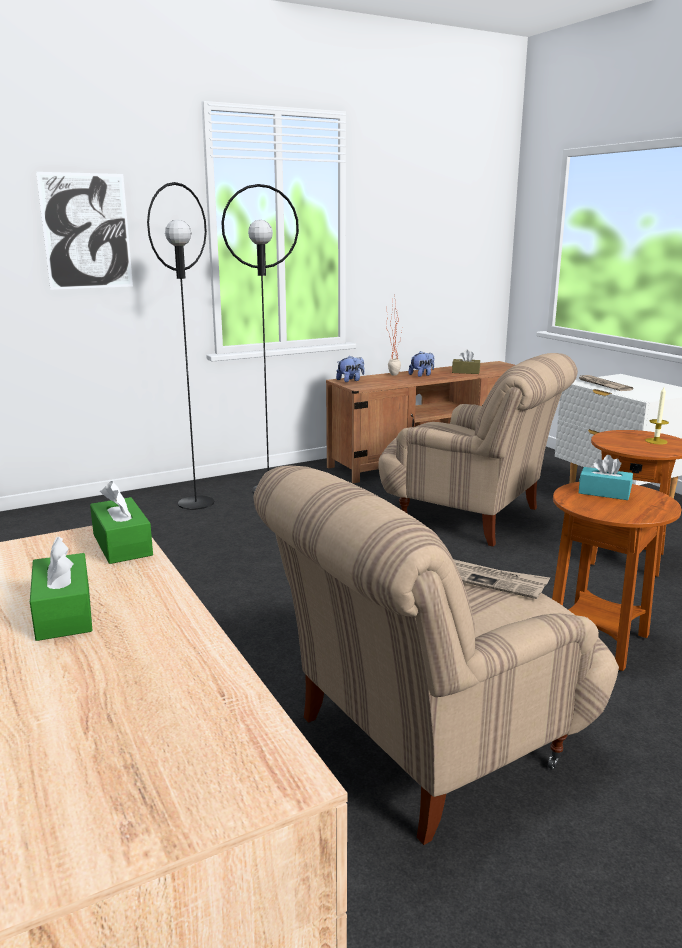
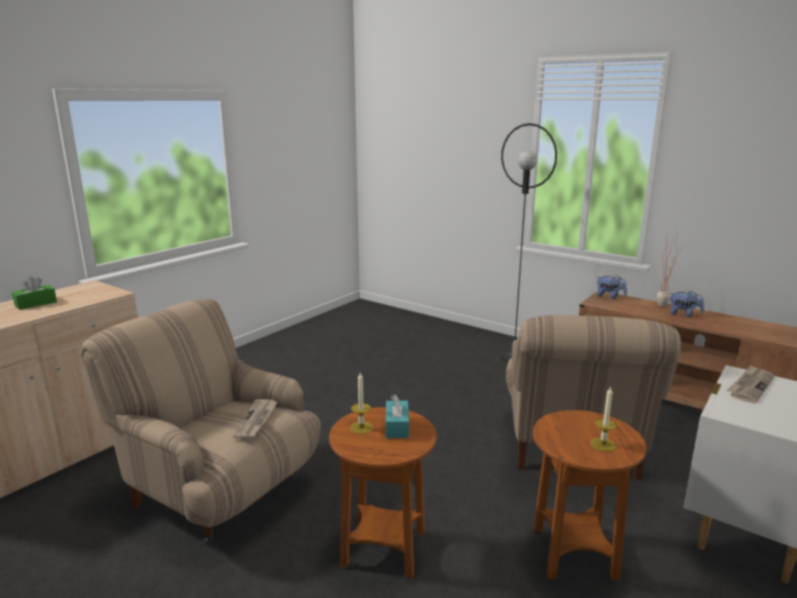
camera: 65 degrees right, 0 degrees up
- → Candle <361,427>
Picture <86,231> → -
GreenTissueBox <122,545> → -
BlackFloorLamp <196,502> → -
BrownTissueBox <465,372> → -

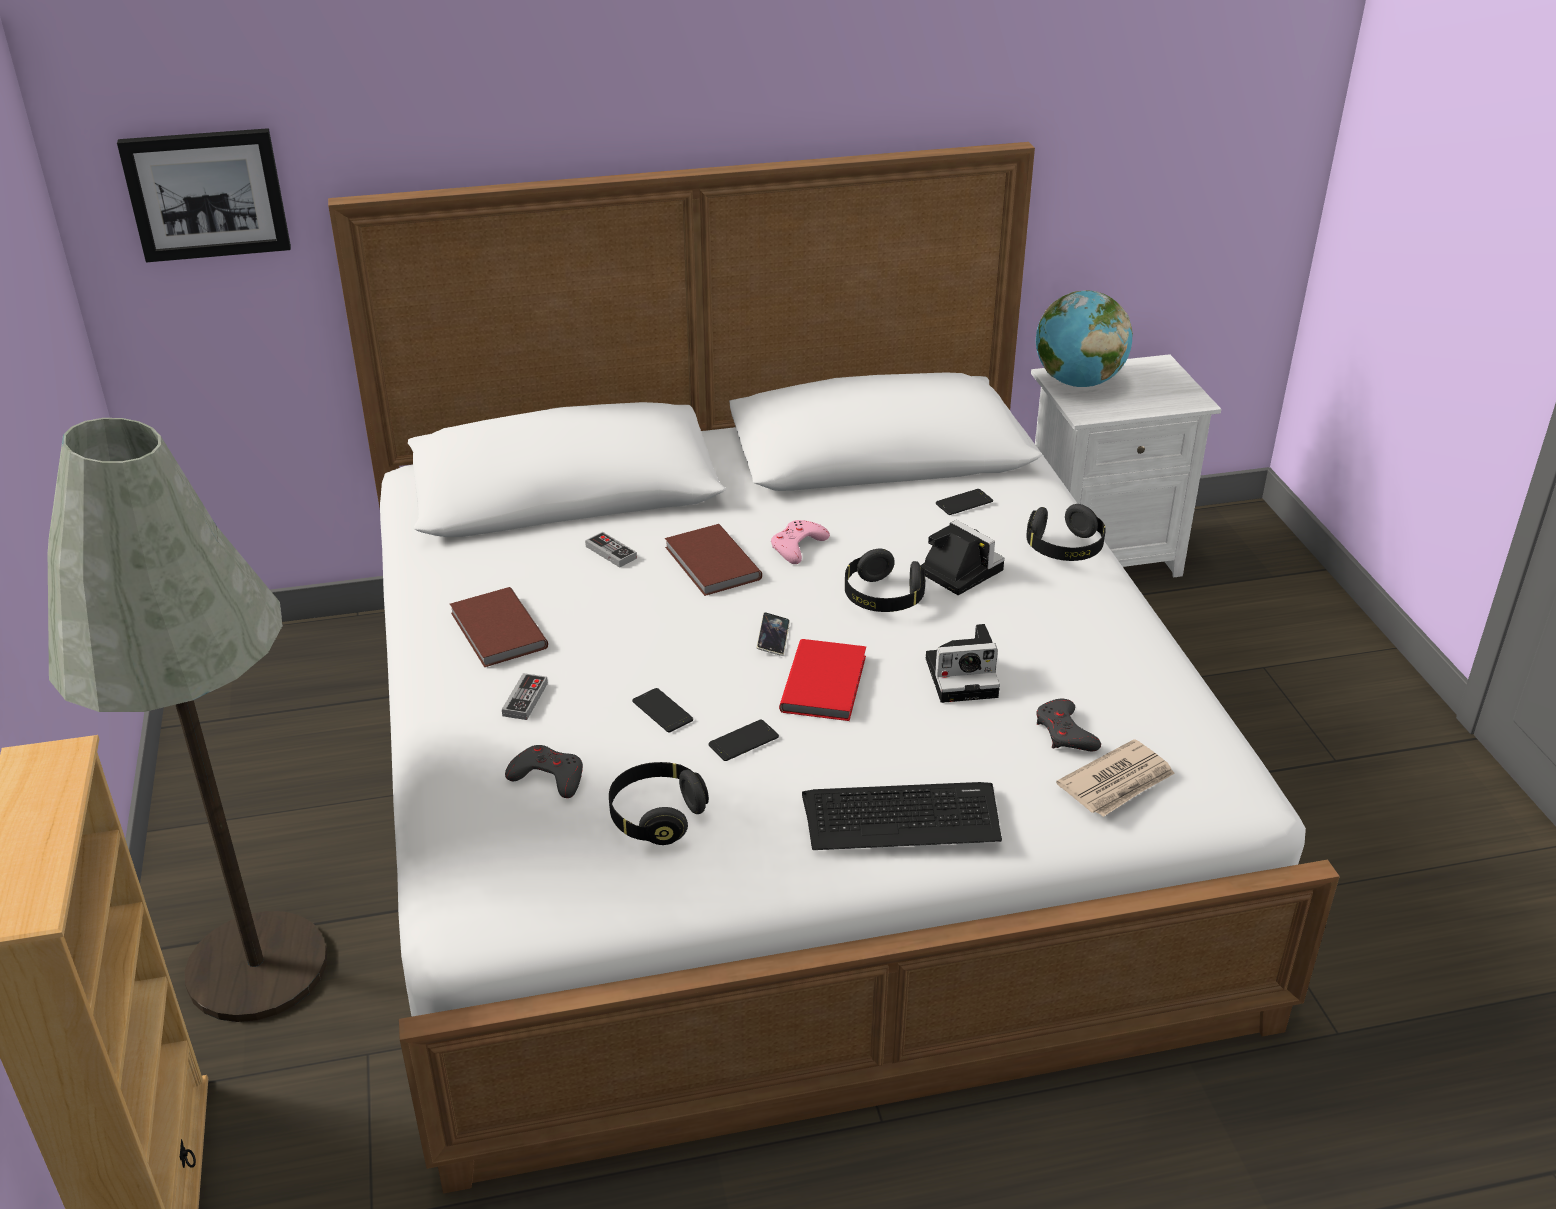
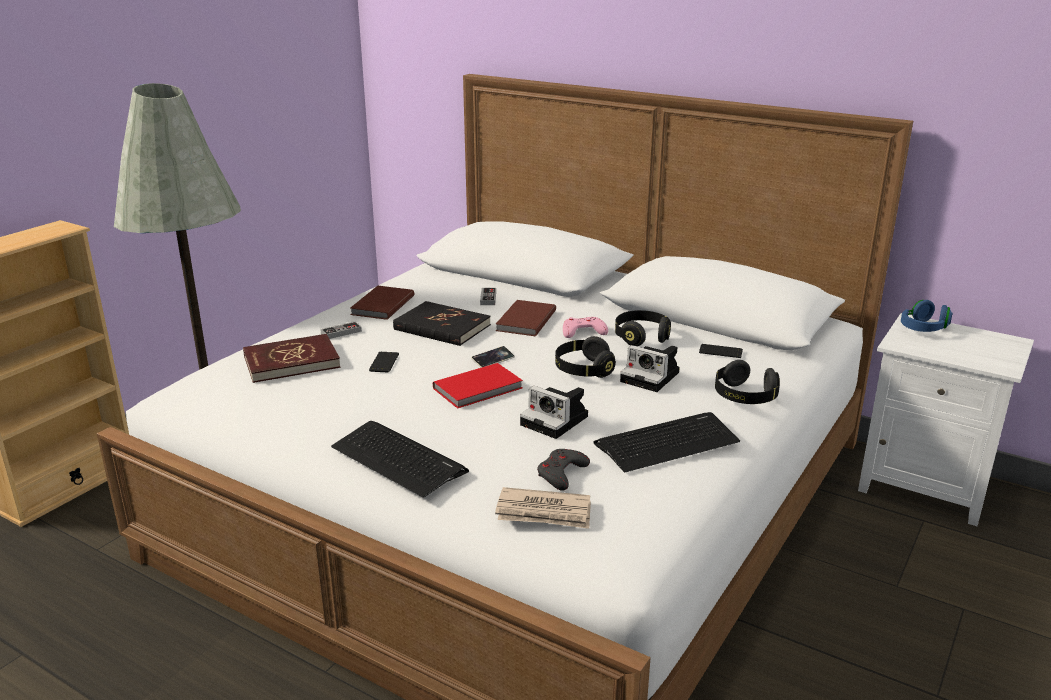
camera: 45 degrees right, 10 degrees down
GreyGameController <548,776> → RedBook <291,362>
- → BlackBook <442,327>
- → Keyboard <667,443>
BlackHeadphones <656,816> → BlackHeadphones <641,337>, relocated
PhotoCamera <958,570> → PhotoCamera <652,377>, 120 degrees clockwise
Globe <1077,382> → BlueHeadphones <923,329>
Picture <206,194> → -
Phone <743,741> → -

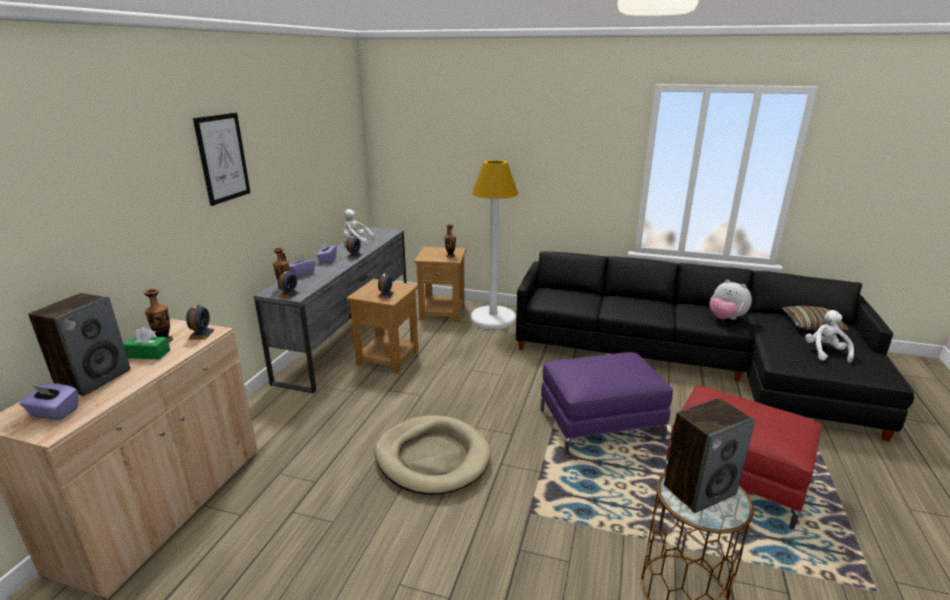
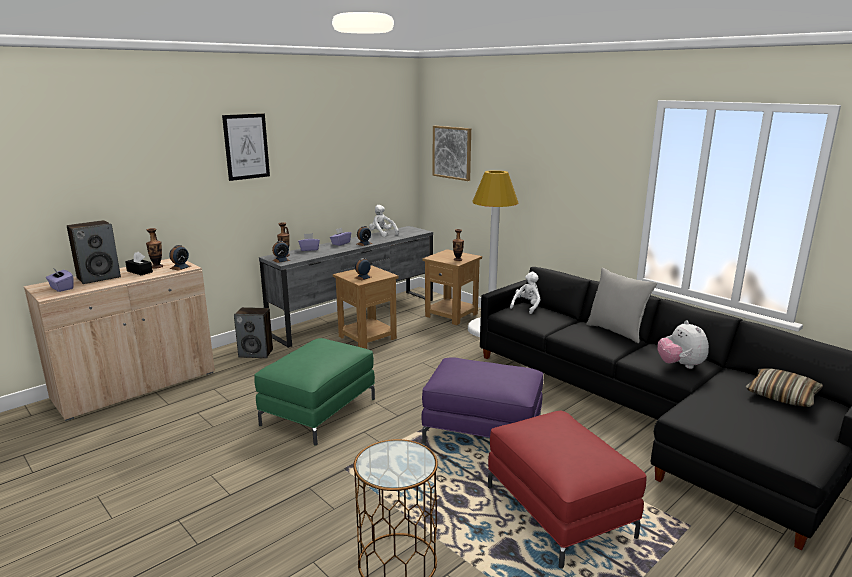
camera: 30 degrees right, 5 degrees down
GreenTissueBox <148,354> → BlackTissueBox <139,271>
Speaker <699,489> → Speaker <256,353>, relocated
BeigeDogBed <432,458> → GreenOttoman <319,411>
- → Picture <452,152>
WhitePlushToy <825,352> → WhitePlushToy <527,307>, relocated
- → GreyPillow <616,331>

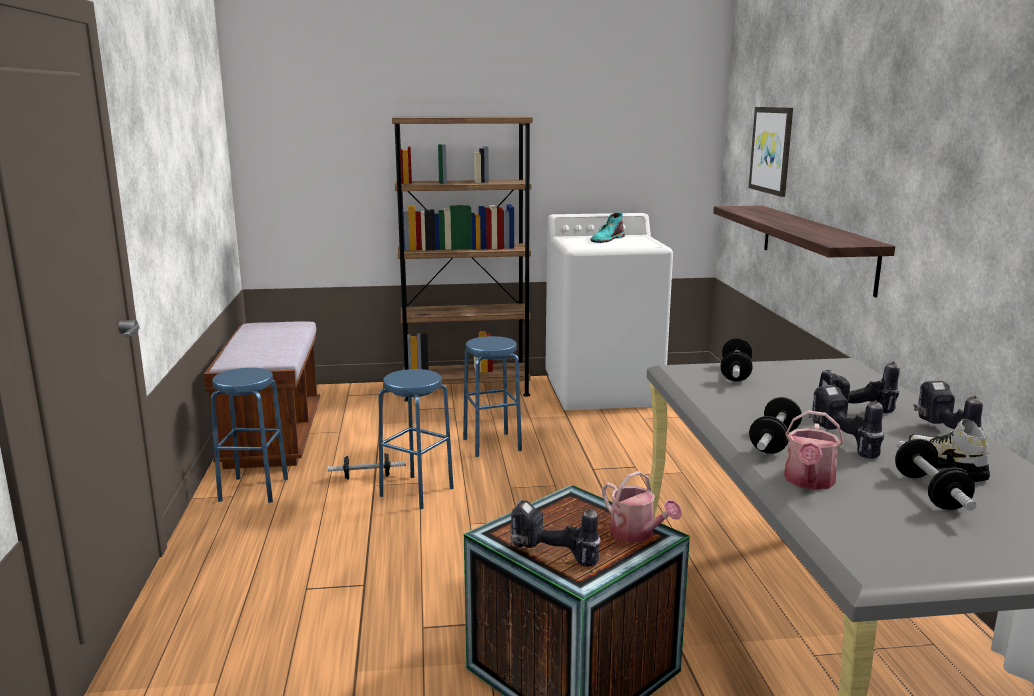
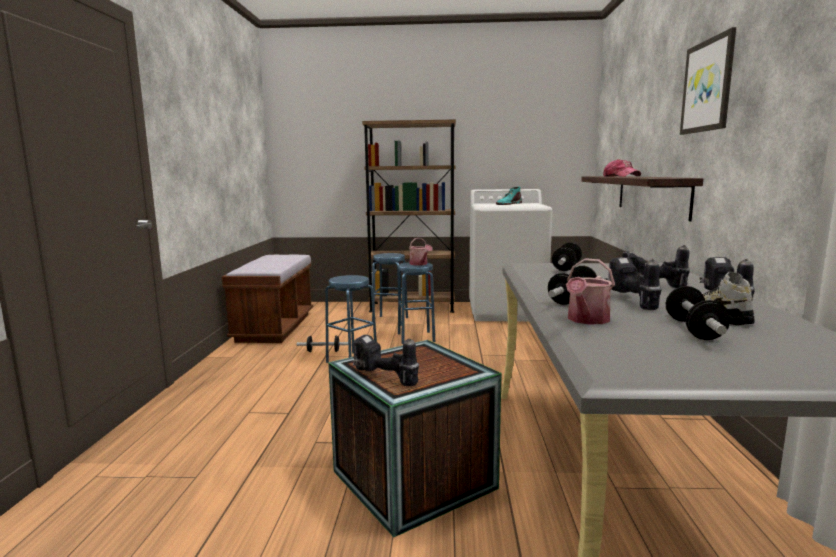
camera: 10 degrees right, 5 degrees down
BlueStool <254,489> → BlueStool <390,321>, relocated
WateringCan <636,534> → WateringCan <419,264>, relocated
- → Cap <621,176>
Picture <772,150> → Picture <708,86>, relocated

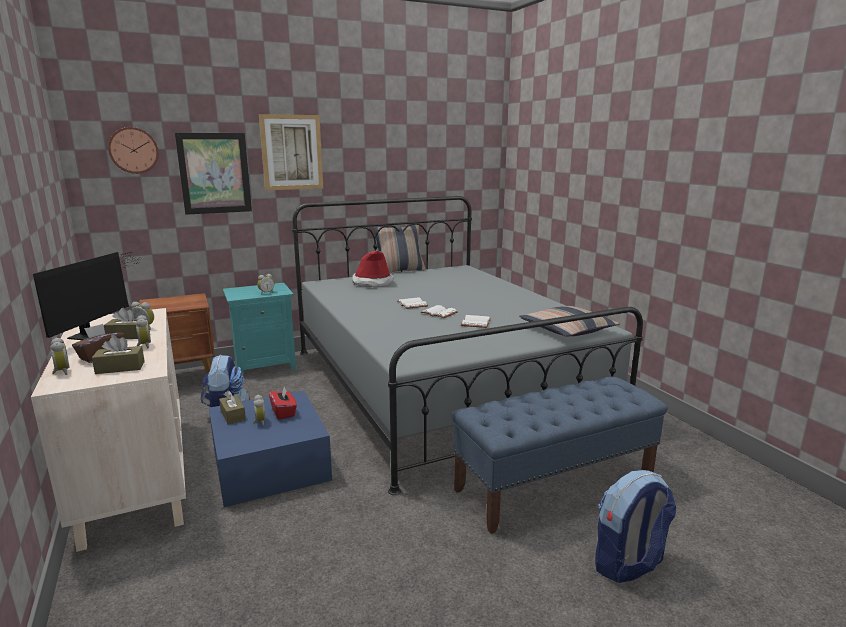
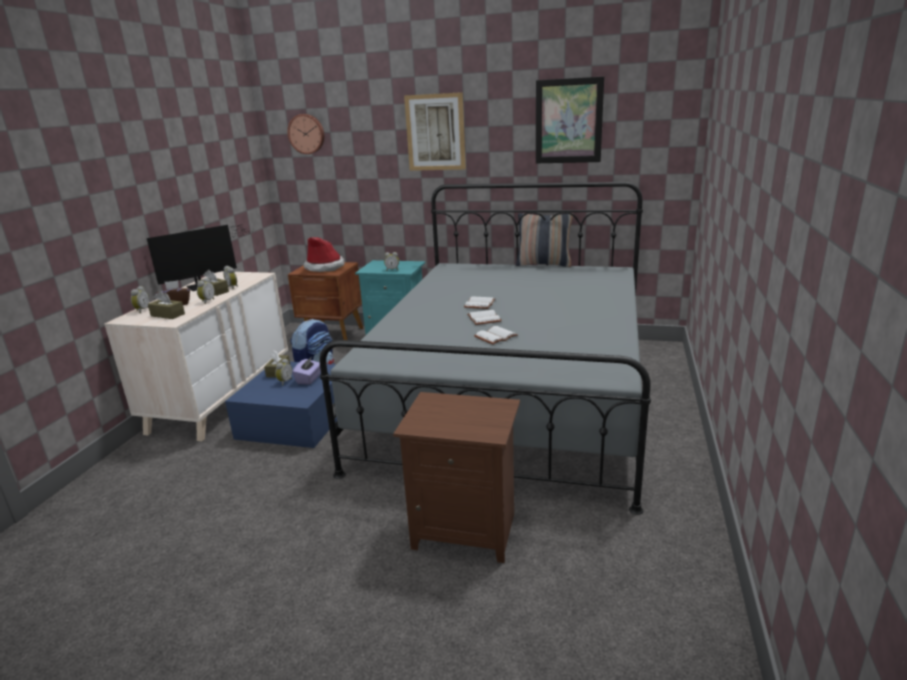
camera: 40 degrees right, 5 degrees up
RedTissueBox <283,412> → PurpleTissueBox <309,379>
Hat <372,283> → Hat <324,267>, relocated
BlueBench <554,485> → BrownNightstand <465,530>
Picture <214,173> → Picture <568,121>, relocated
Pillow <567,330> → -
Backpack <628,565> → -

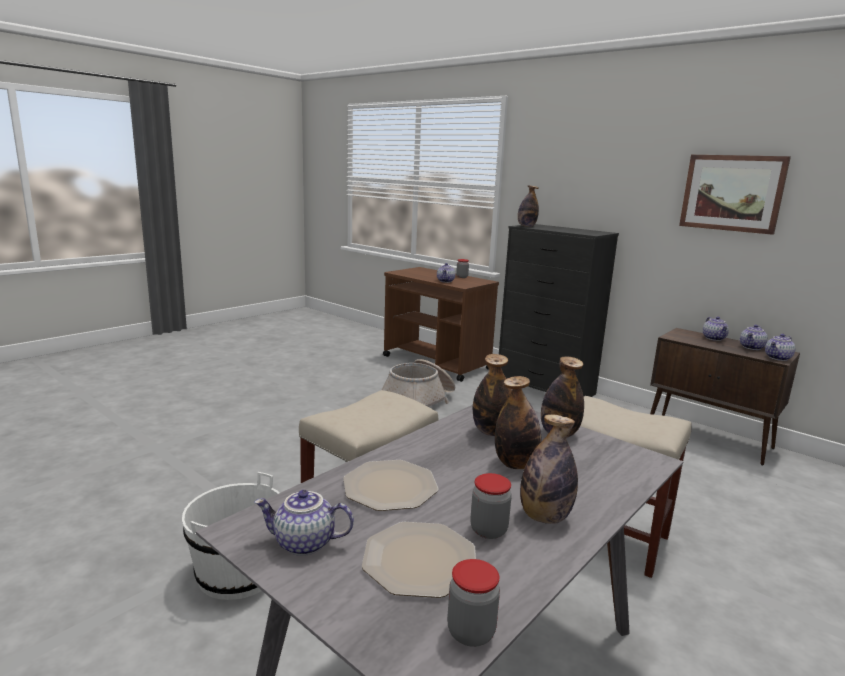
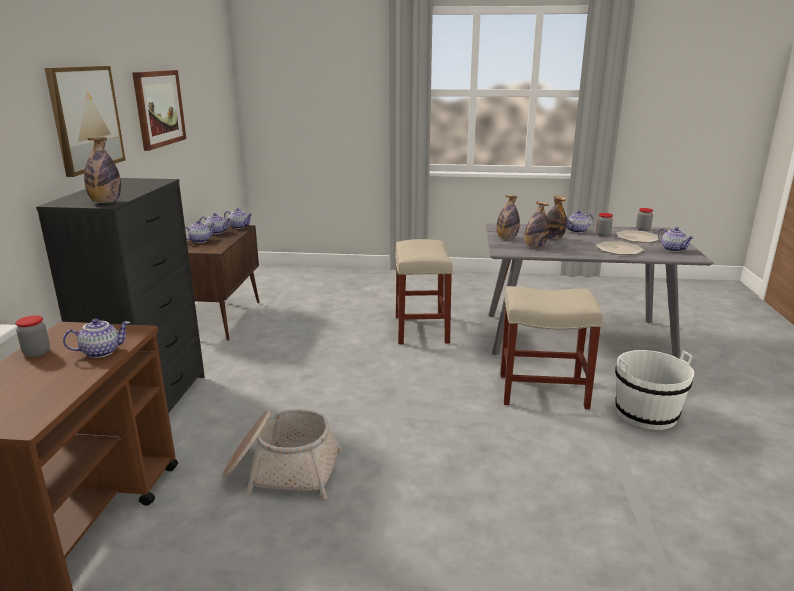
camera: 125 degrees left, 5 degrees up
- → Picture <85,118>
Bottle <544,517> → Teapot <577,231>

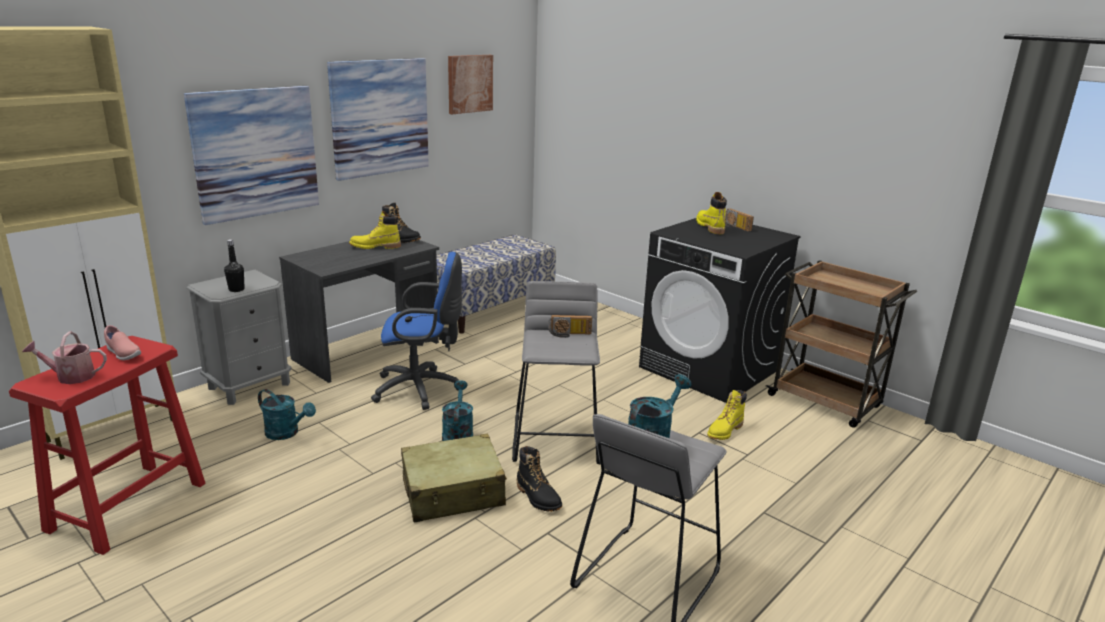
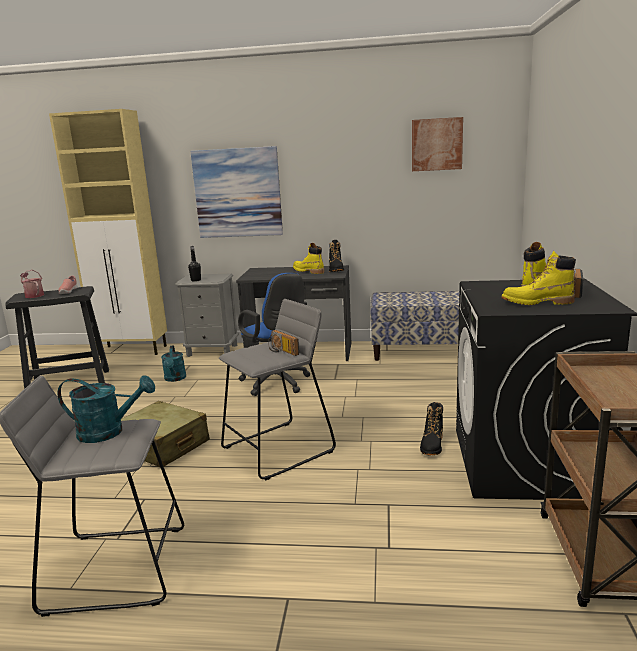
camera: 55 degrees right, 5 degrees down
RedStool <128,506> → BlackStool <70,383>
BlackBoot <538,497> → BlackBoot <432,445>, relocated
YellowBoot <724,431> → YellowBoot <537,303>, relocated
Picture <380,117> → -
TurquoiseWateringCan <457,434> → -

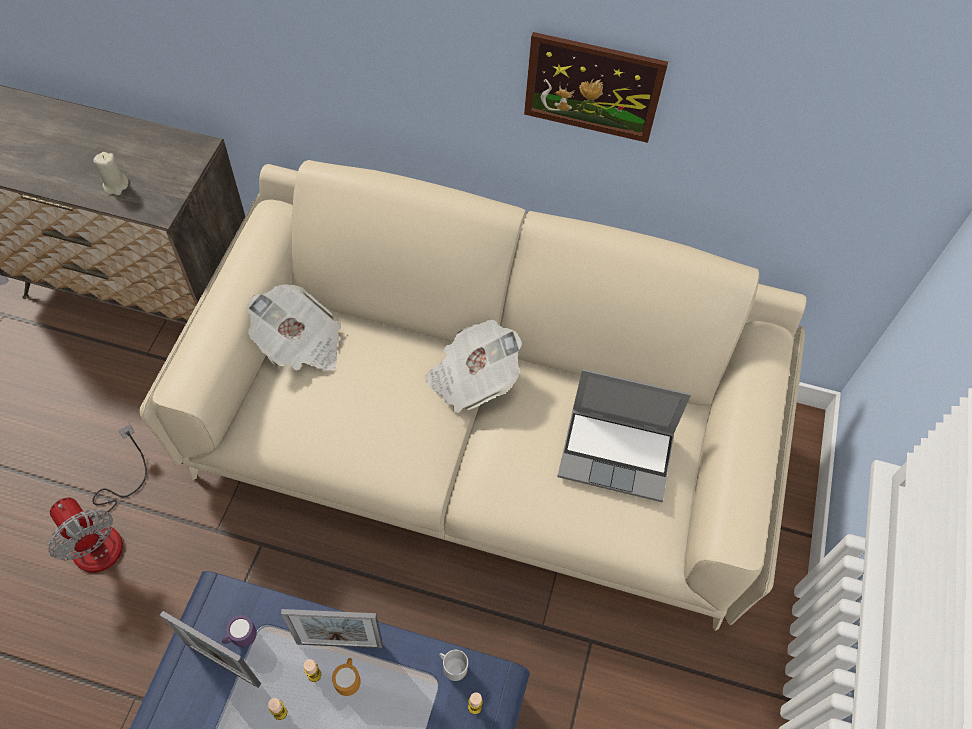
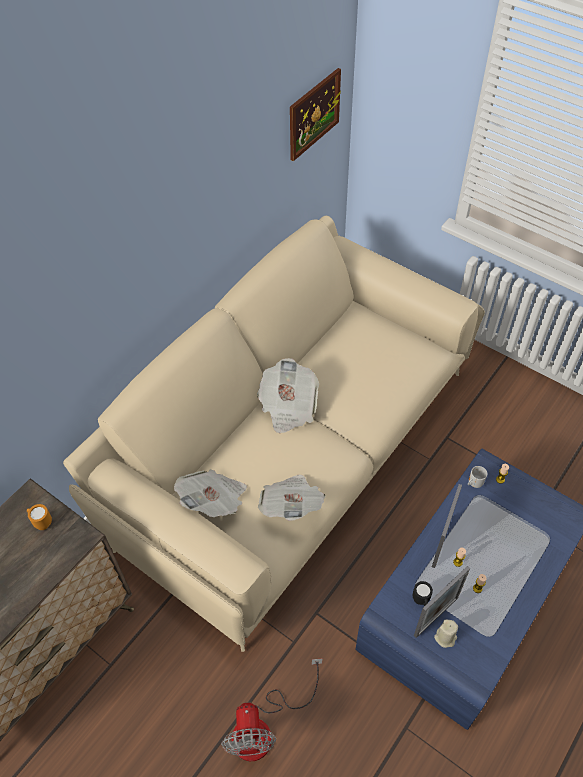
camera: 65 degrees left, 5 degrees down
OrangeMug <349,680> → OrangeMug <41,522>, relocated
Fan <106,531> → Fan <263,728>, 105 degrees clockwise
- → Newspaper <291,505>
Picture <593,87> → Picture <314,114>, relocated
PurpleMug <242,639> → BlackMug <421,601>
BeigeCandle <116,185> → BeigeCandle <445,637>, relocated
Laptop <617,454> → -

